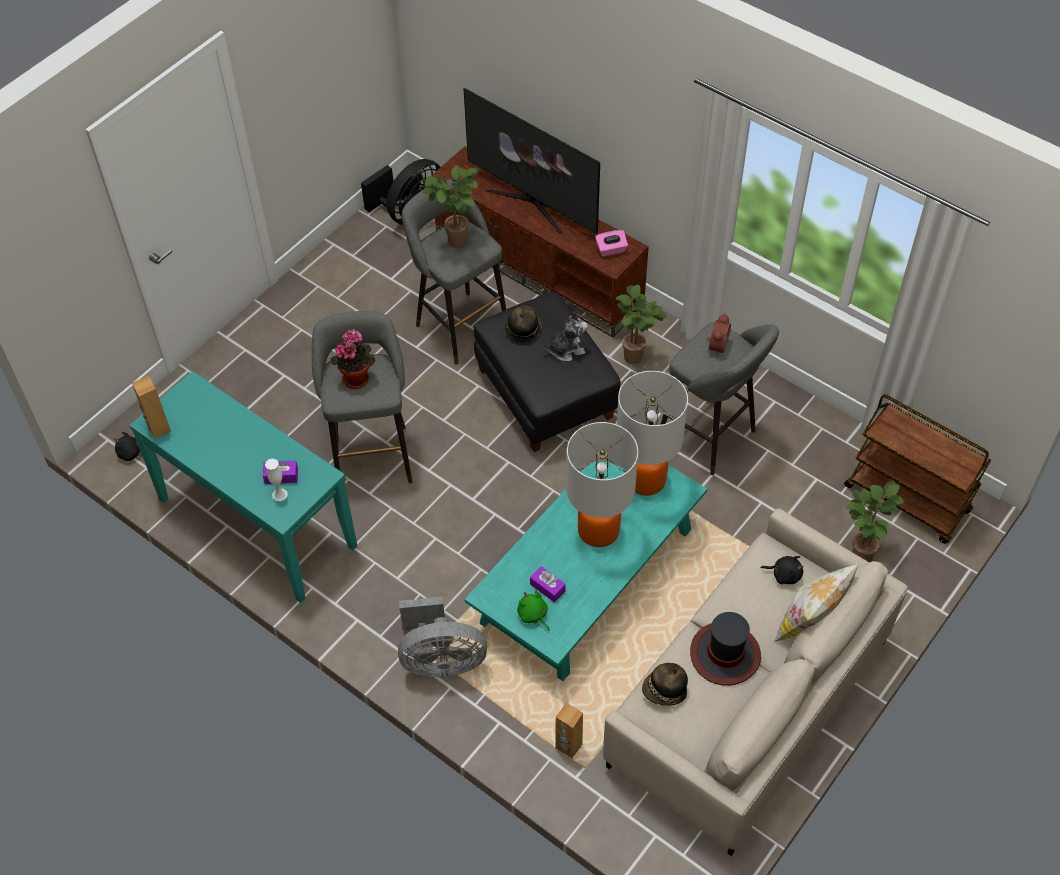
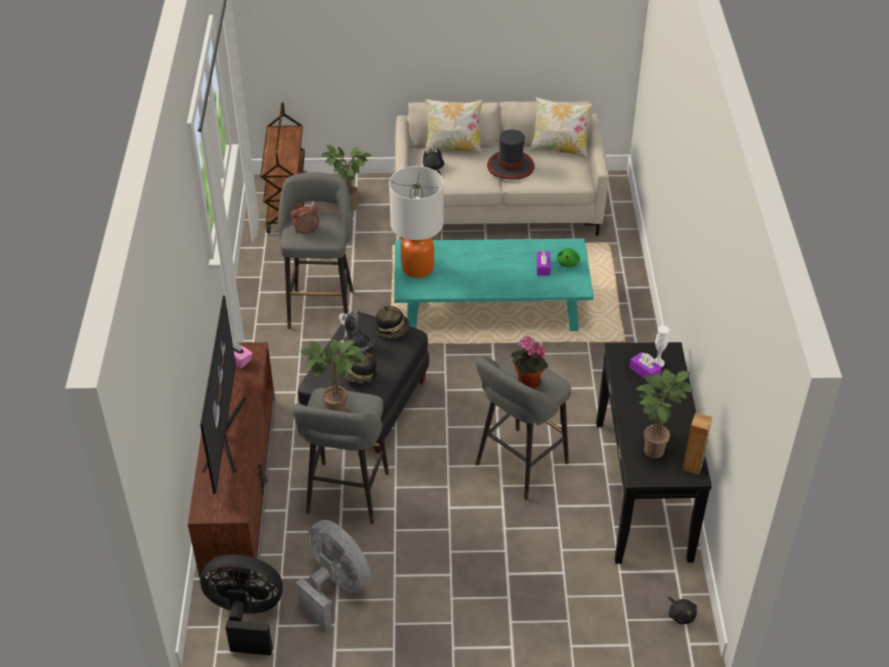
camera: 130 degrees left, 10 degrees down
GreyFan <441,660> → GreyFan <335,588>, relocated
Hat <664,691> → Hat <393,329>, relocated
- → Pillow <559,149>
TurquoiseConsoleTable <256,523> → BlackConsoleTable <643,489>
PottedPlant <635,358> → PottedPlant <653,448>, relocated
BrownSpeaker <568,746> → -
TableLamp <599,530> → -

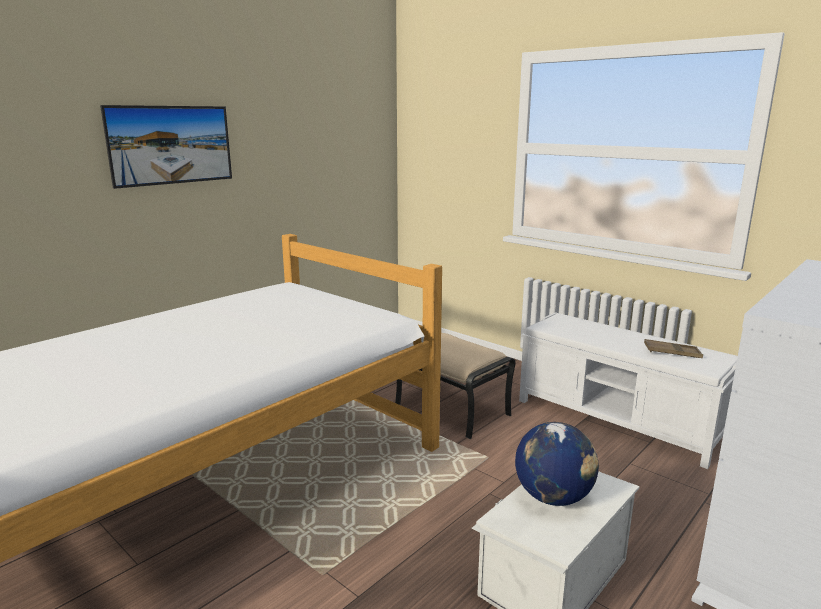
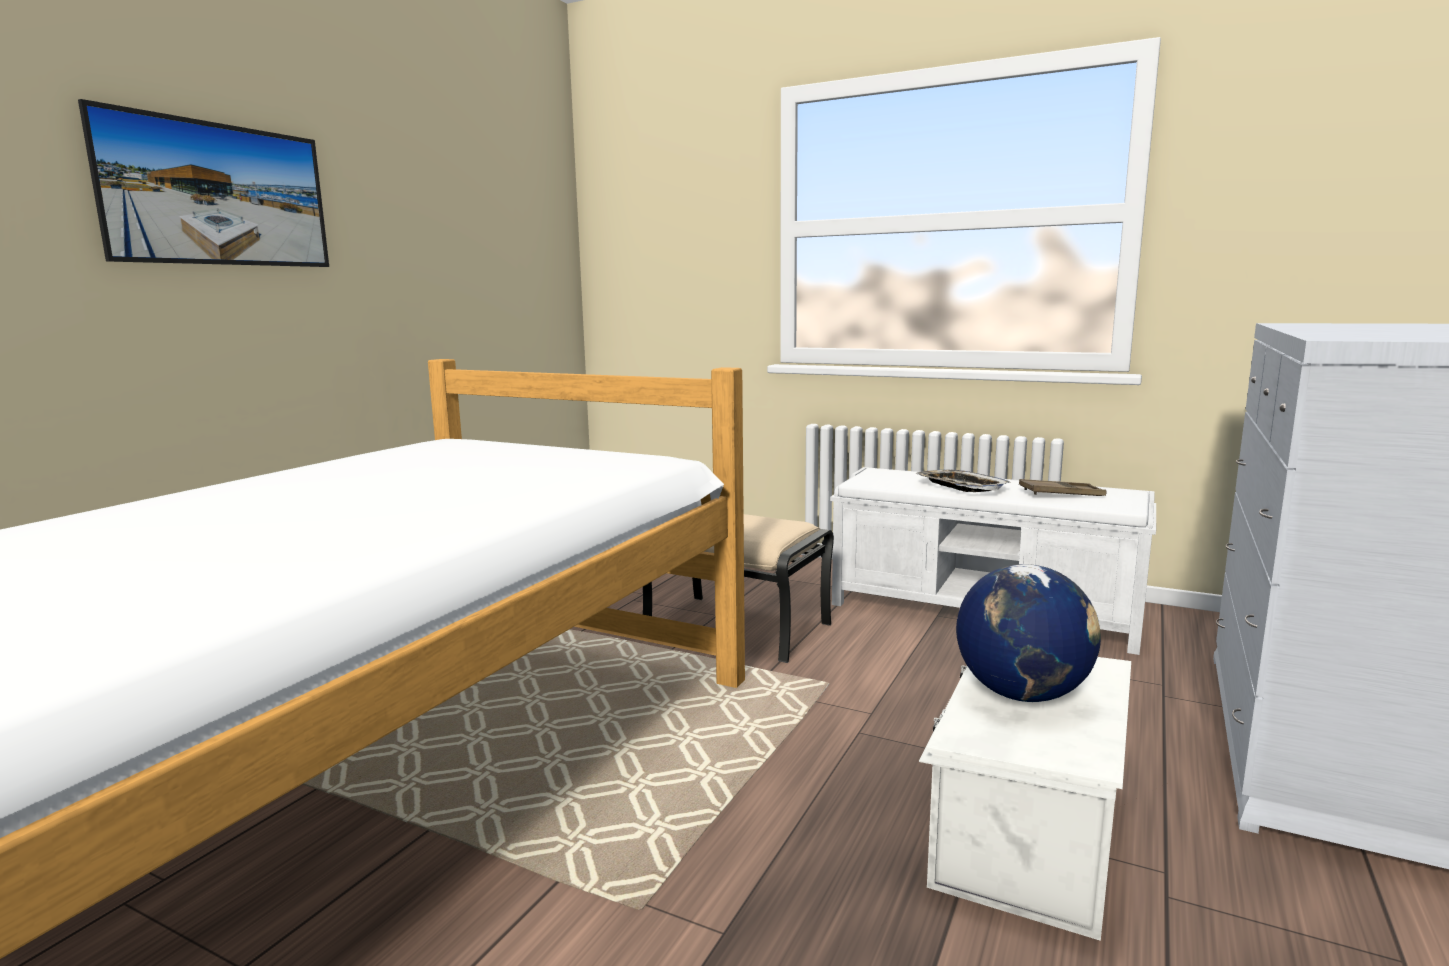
camera: 15 degrees left, 5 degrees down
- → Tray <961,487>

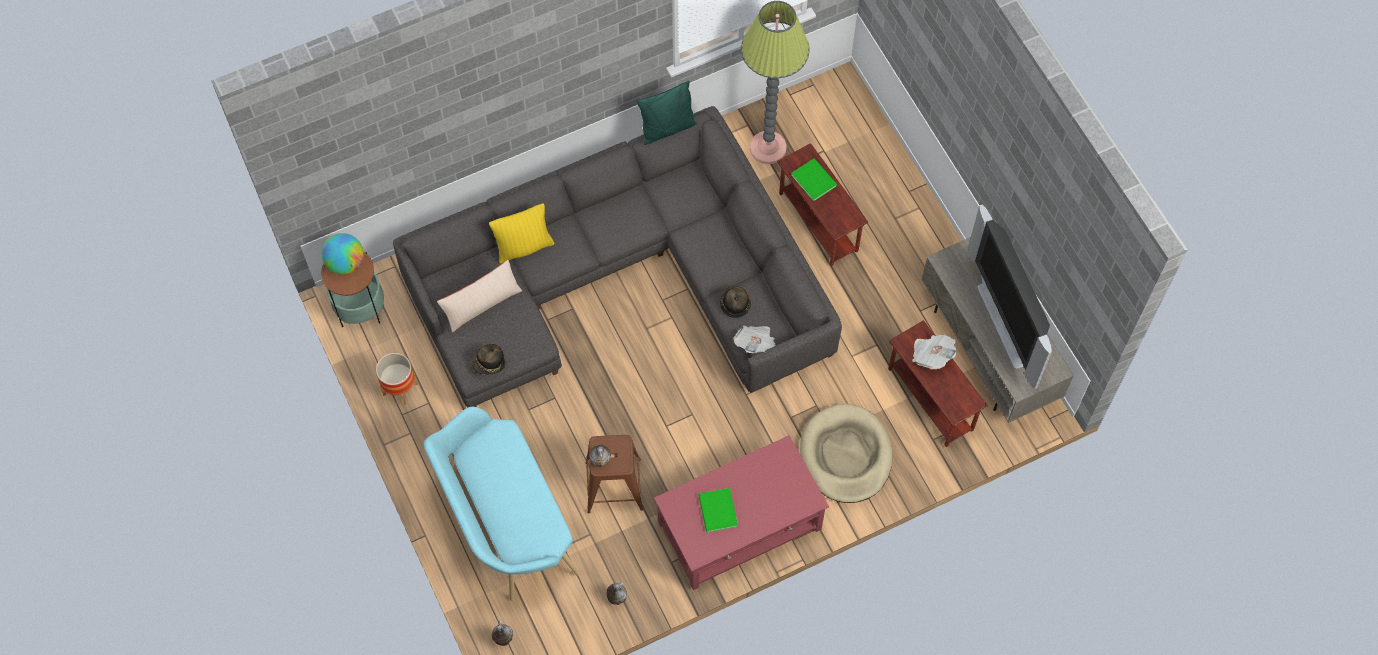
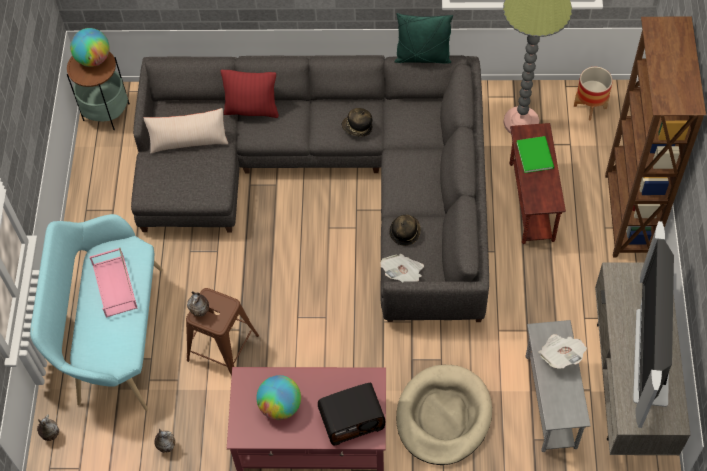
camera: 30 degrees right, 5 degrees down
- → PinkTray <115,286>
YellowPillow <524,247> → RedPillow <252,109>
GreenBook <717,512> → Globe <280,406>
- → Radio <352,419>
Hat <489,364> → Hat <357,128>, relocated
BrownSideTable <930,399> → GreySideTable <551,402>
Planter <400,389> → Planter <590,107>, relocated
- → BrownBookcase <628,216>

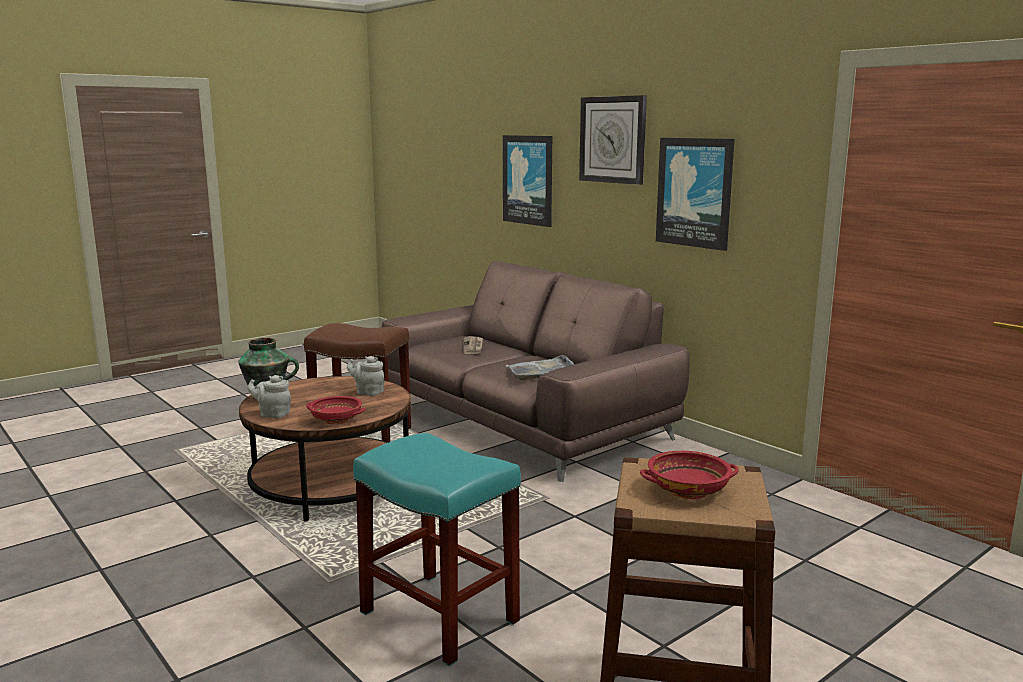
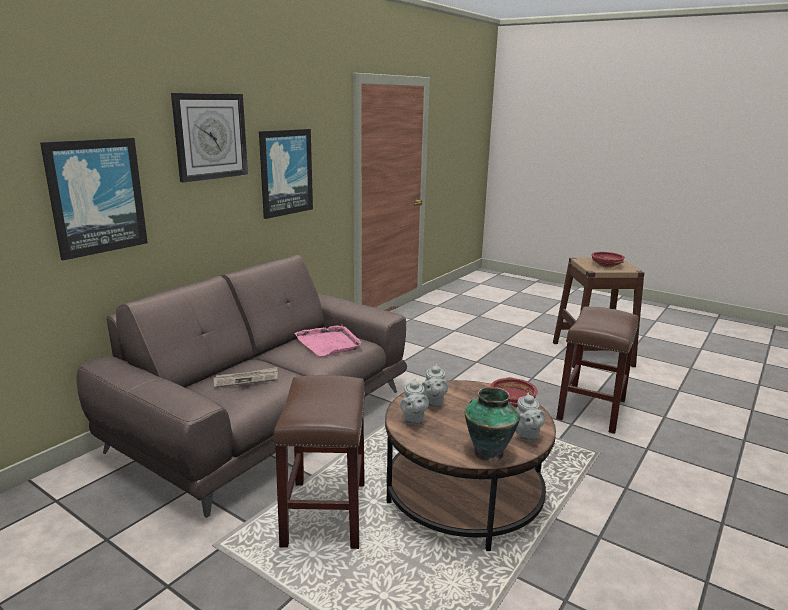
camera: 105 degrees left, 5 degrees up
GreyTray <542,371> → PinkTray <329,343>
- → GreyTeapot <413,419>
TurquoiseStool <437,616> → BrownStool <592,410>

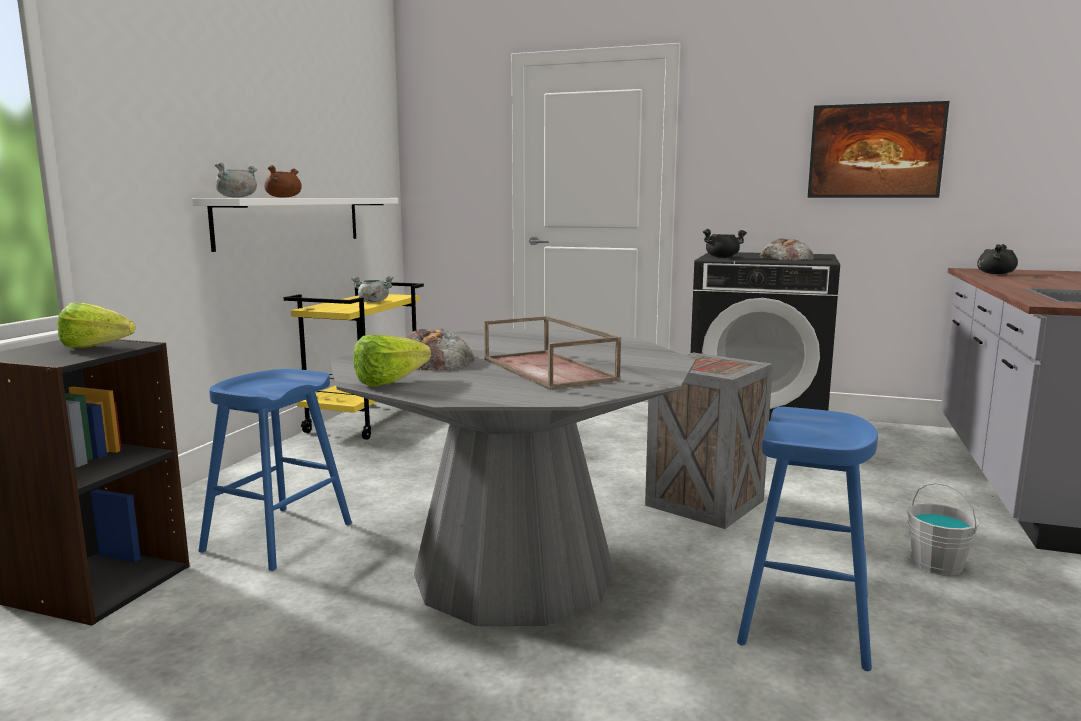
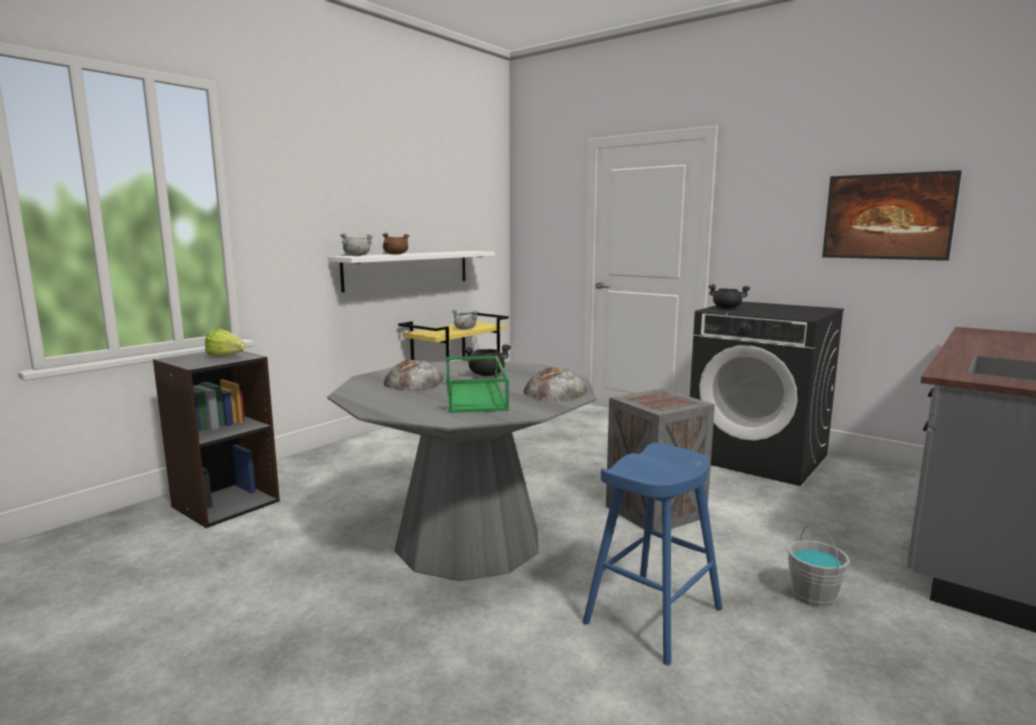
camera: 20 degrees right, 0 degrees up
BrownTray <550,369> → GreenTray <477,397>
BlackCookingPot <995,273> → BlackCookingPot <487,375>, relocated
Bread <786,257> → Bread <555,391>, relocated
BlueStool <278,537> → -
Lettuce <397,381> → -

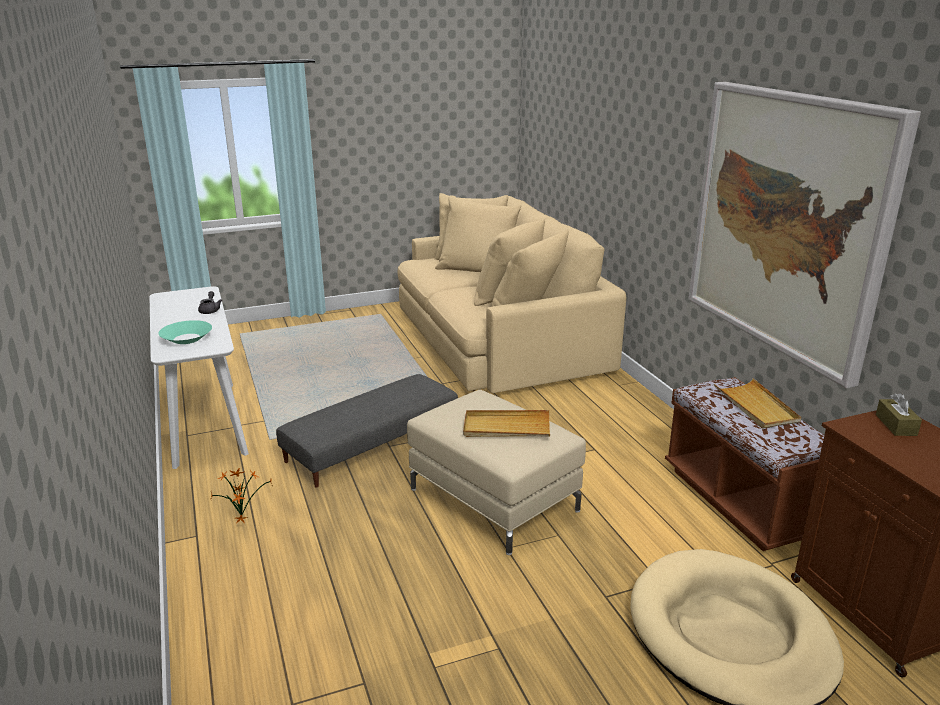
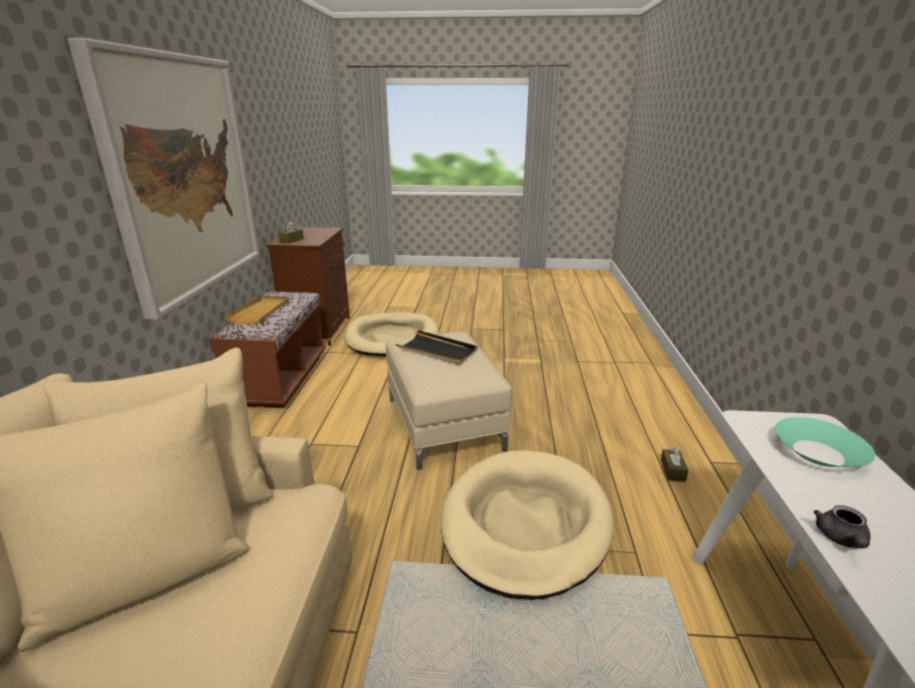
camera: 155 degrees left, 0 degrees up
BeigeTray <506,427> → BlackTray <437,350>
GreyOttoman <372,443> → BeigeDogBed <525,524>
PottedPlant <242,515> → BrownTissueBox <672,470>

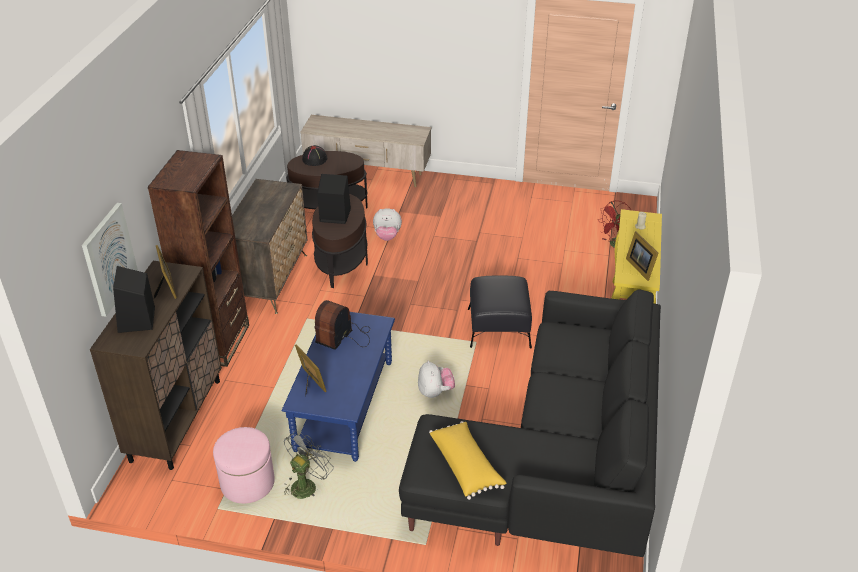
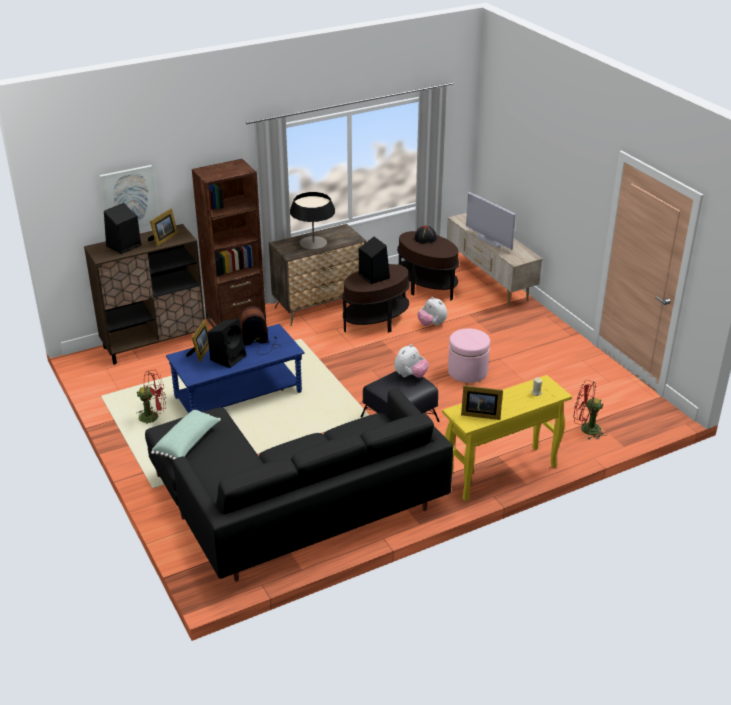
camera: 50 degrees right, 5 degrees down
GreyFan <306,484> → RedFan <153,417>
YellowPillow <466,466> → GreenPillow <188,443>
- → BlackSpeaker <228,357>
- → TableLamp <313,243>
PlushToy <435,392> → PlushToy <410,375>, relocated
PinkOttoman <247,483> → PinkOttoman <467,372>, relocated
PictureFrame <640,267> → PictureFrame <479,414>, 105 degrees counterclockwise
- → Television <490,240>

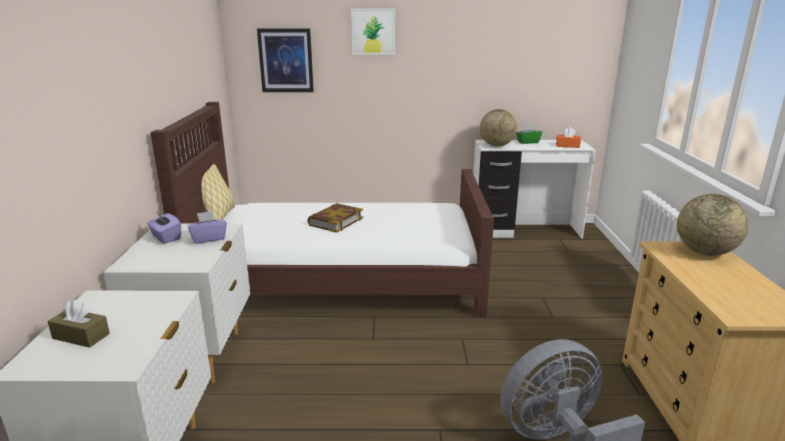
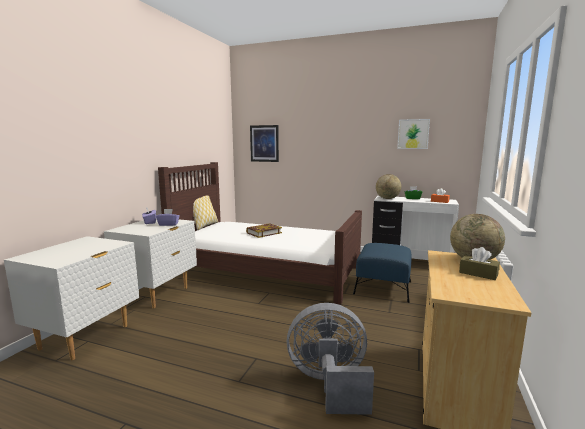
camera: 20 degrees right, 10 degrees down
- → BlueOttoman <383,287>
Picture <373,31> → Picture <413,134>, relocated
BrownTissueBox <81,336> → BrownTissueBox <478,273>, relocated

